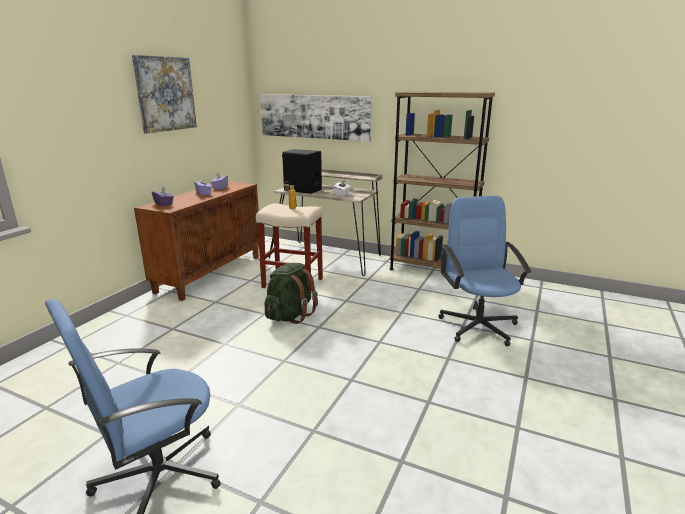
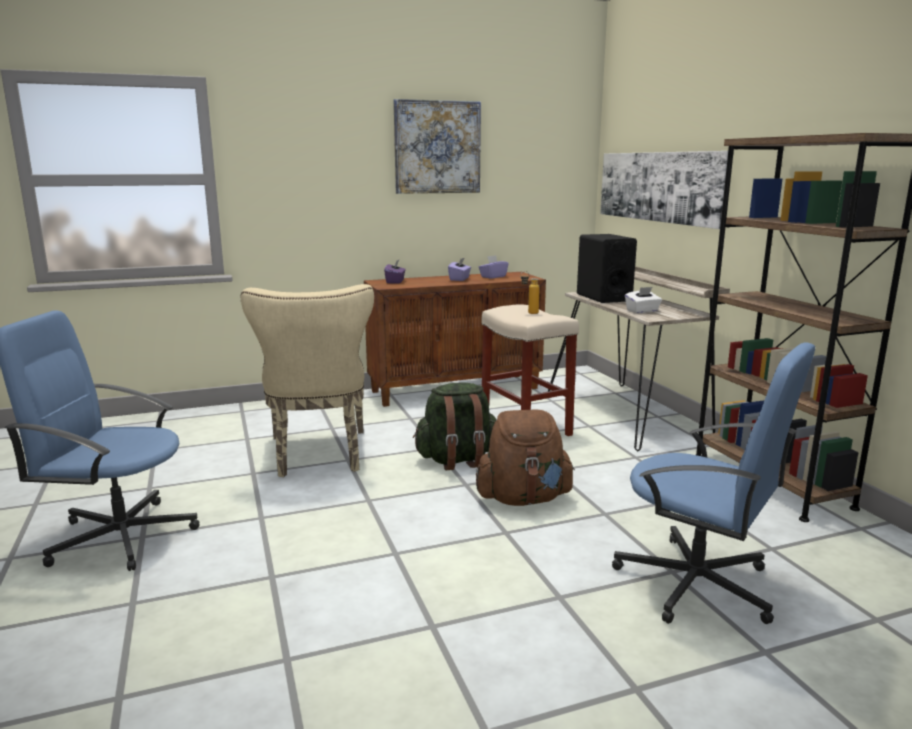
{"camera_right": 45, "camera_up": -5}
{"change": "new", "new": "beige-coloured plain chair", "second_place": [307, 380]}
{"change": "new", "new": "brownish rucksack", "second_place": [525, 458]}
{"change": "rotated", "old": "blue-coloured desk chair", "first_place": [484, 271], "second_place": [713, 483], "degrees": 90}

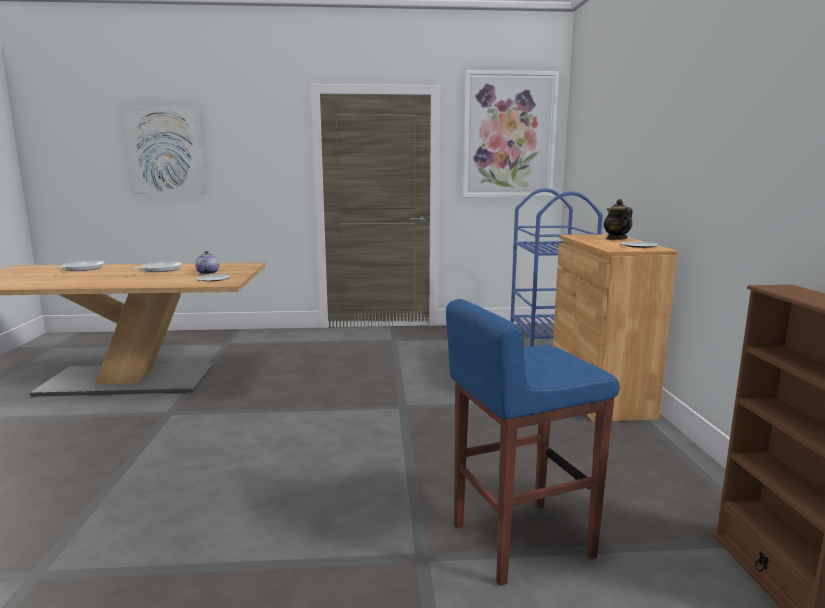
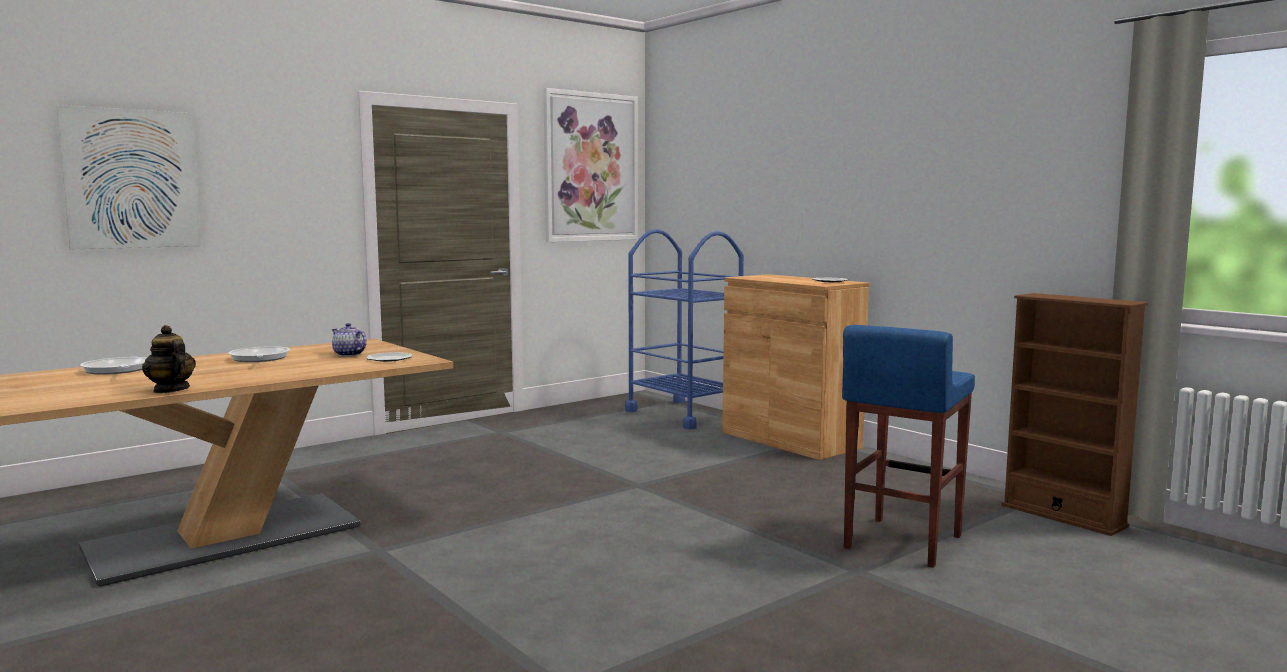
{"camera_right": -35, "camera_up": -5}
{"change": "shifted", "old": "teapot", "first_place": [618, 219], "second_place": [169, 359]}

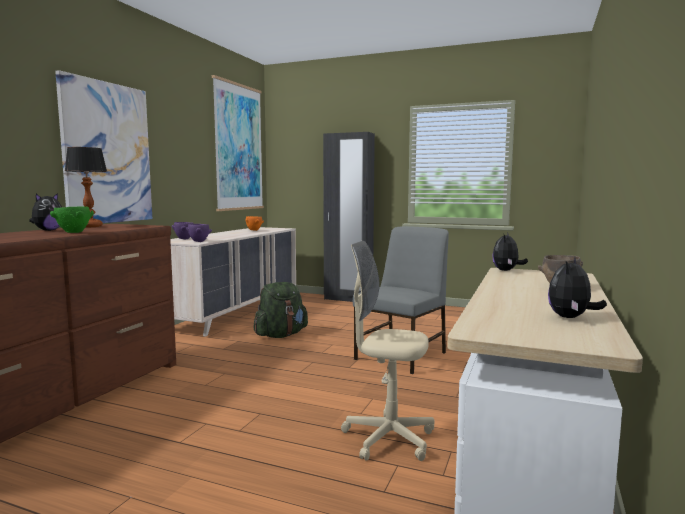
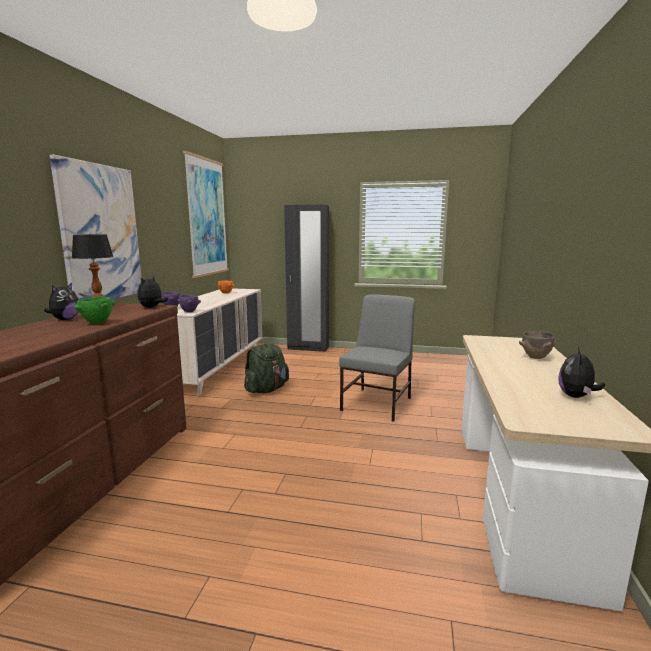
{"camera_right": -10, "camera_up": 5}
{"change": "shifted", "old": "cuddly toy", "first_place": [510, 251], "second_place": [152, 291]}
{"change": "gone", "old": "beige-coloured desk chair", "first_place": [388, 351]}

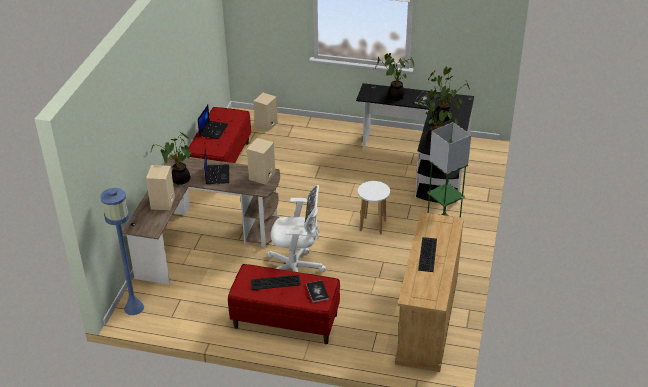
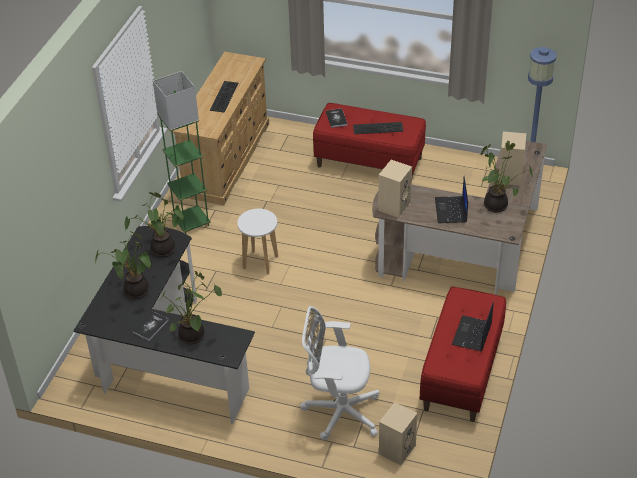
{"camera_right": -175, "camera_up": 5}
{"change": "shifted", "old": "white desk chair", "first_place": [296, 228], "second_place": [340, 373]}

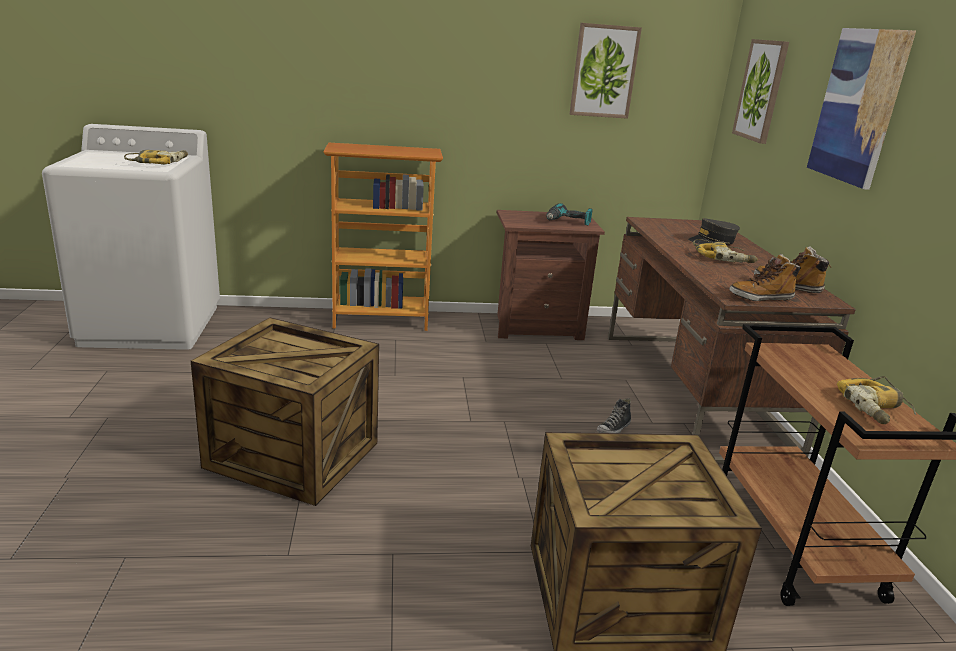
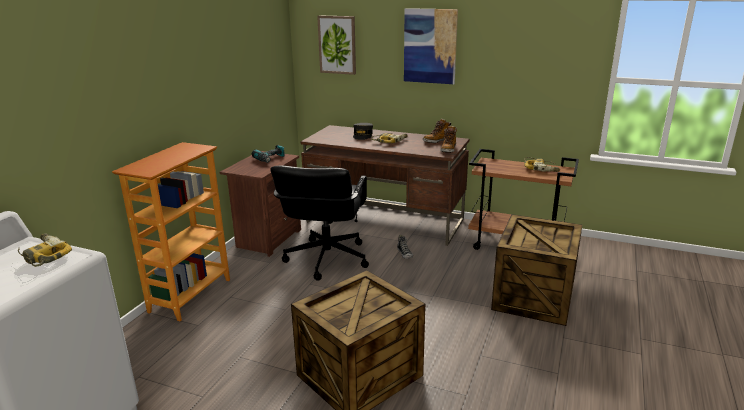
{"camera_right": -60, "camera_up": 0}
{"change": "new", "new": "black desk chair", "second_place": [319, 223]}
{"change": "gone", "old": "picture", "first_place": [606, 71]}

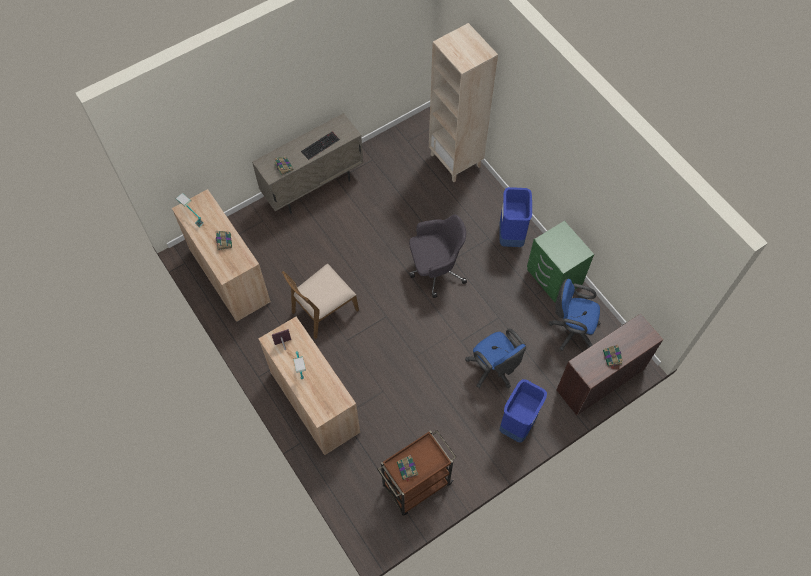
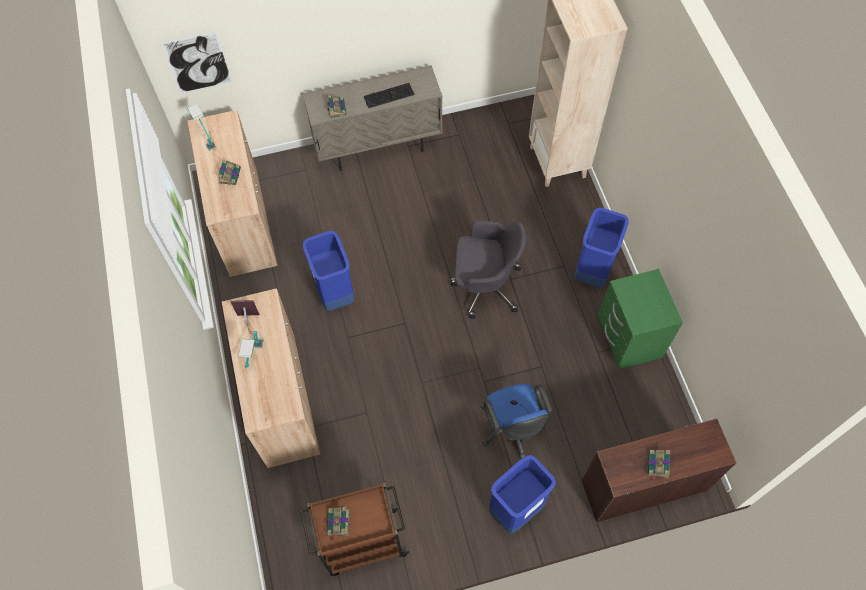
{"camera_right": 20, "camera_up": 0}
{"change": "new", "new": "picture", "second_place": [196, 62]}
{"change": "swapped", "old": "brownish plain chair", "new": "blue-coloured trash can", "first_place": [320, 301], "second_place": [329, 271]}
{"change": "gone", "old": "blue-coloured desk chair", "first_place": [575, 315]}

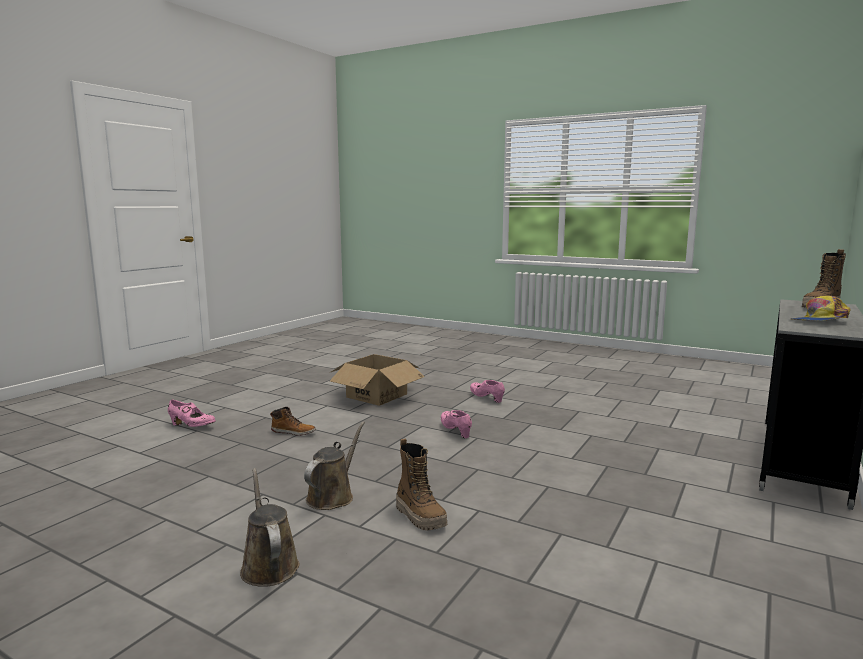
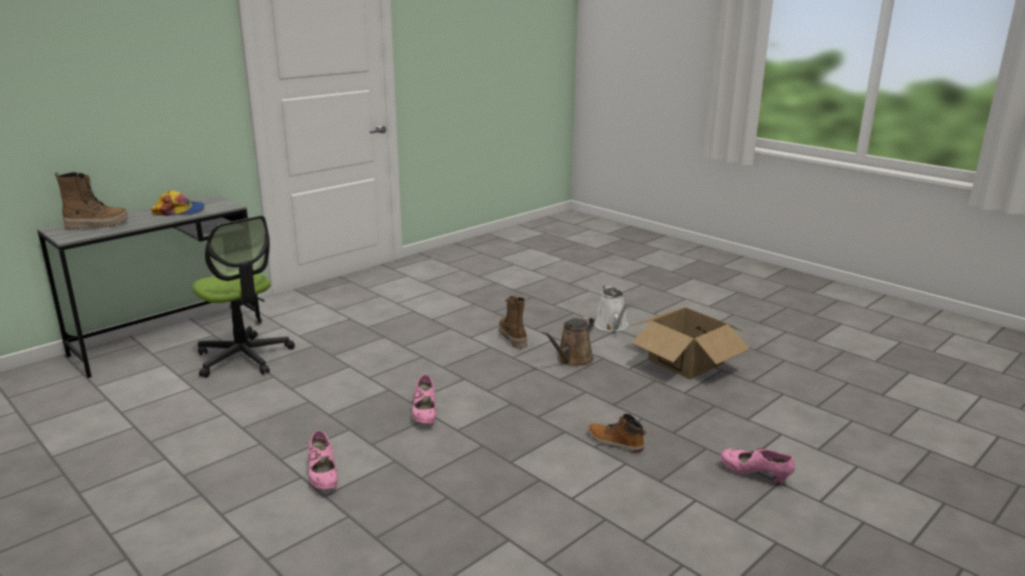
{"camera_right": -165, "camera_up": 10}
{"change": "new", "new": "desk chair", "second_place": [243, 297]}
{"change": "repainted", "old": "brownish watering can", "new": "white watering can", "first_place": [269, 527], "second_place": [611, 308]}
{"change": "shifted", "old": "carton", "first_place": [377, 380], "second_place": [691, 343]}

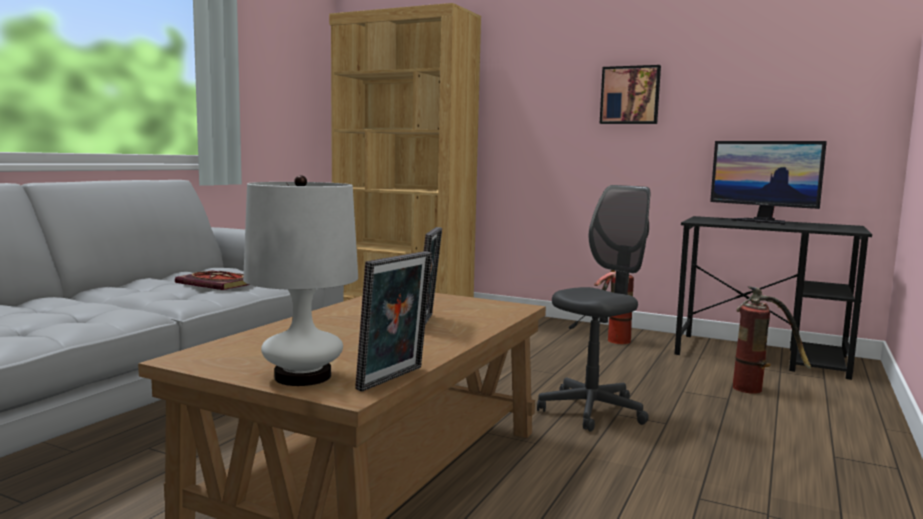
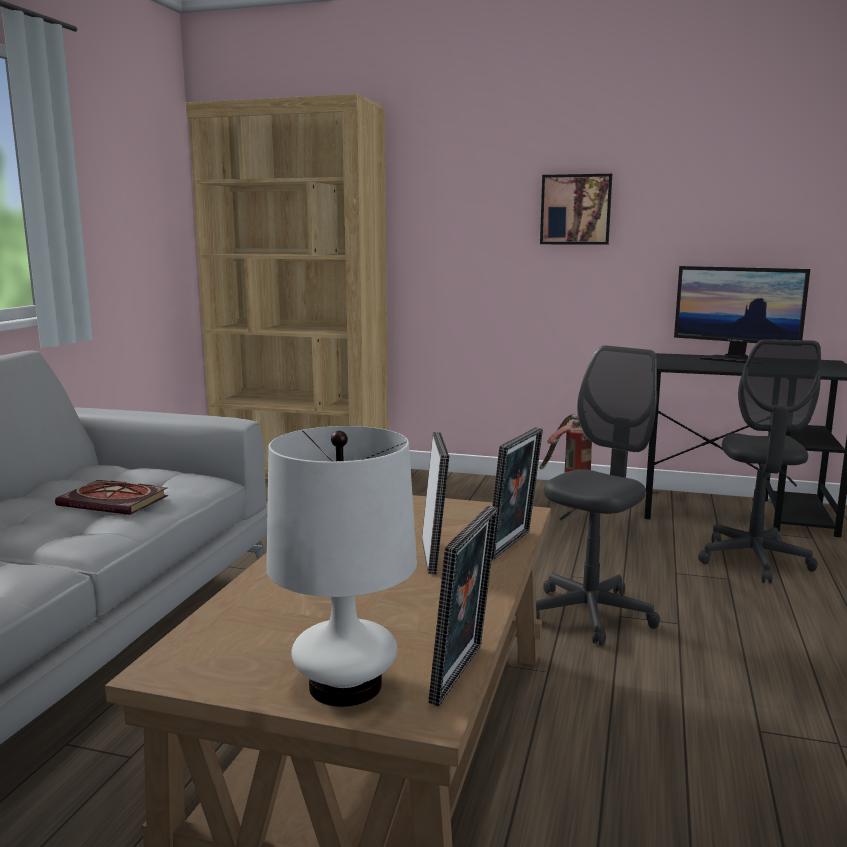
{"camera_right": -10, "camera_up": 5}
{"change": "new", "new": "picture frame", "second_place": [517, 493]}
{"change": "swapped", "old": "extinguisher", "new": "grey desk chair", "first_place": [772, 340], "second_place": [759, 461]}

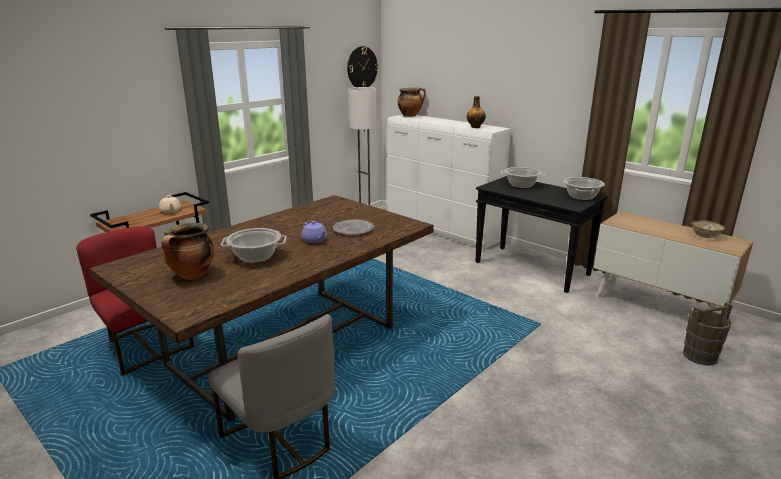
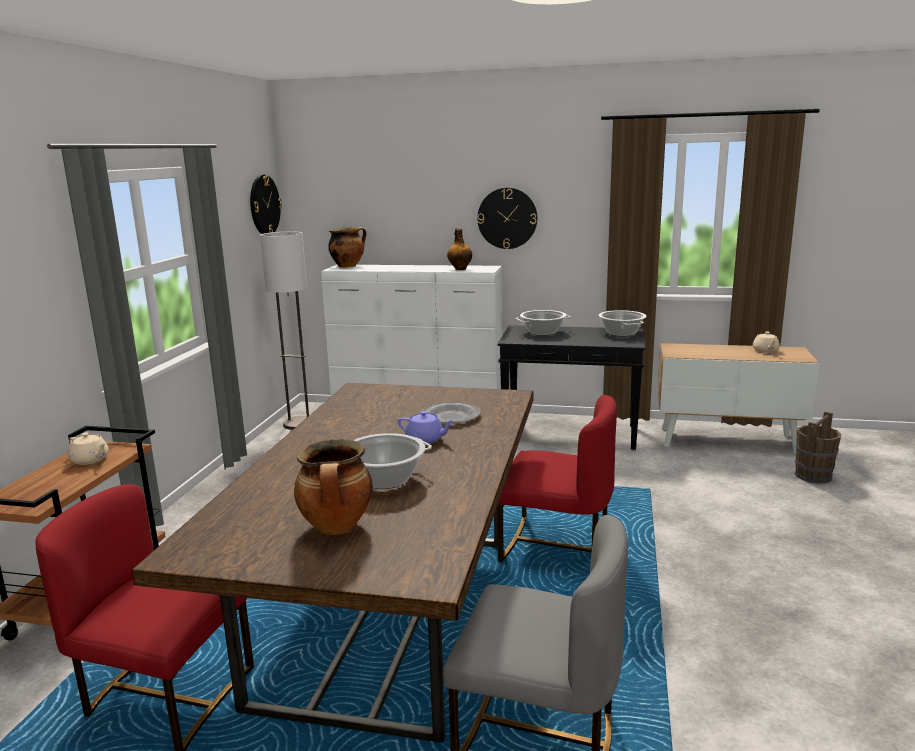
{"camera_right": -30, "camera_up": -5}
{"change": "new", "new": "wall clock", "second_place": [507, 218]}
{"change": "new", "new": "red plain chair", "second_place": [557, 478]}
{"change": "swapped", "old": "bowl", "new": "beige-coloured teapot", "first_place": [708, 229], "second_place": [766, 342]}

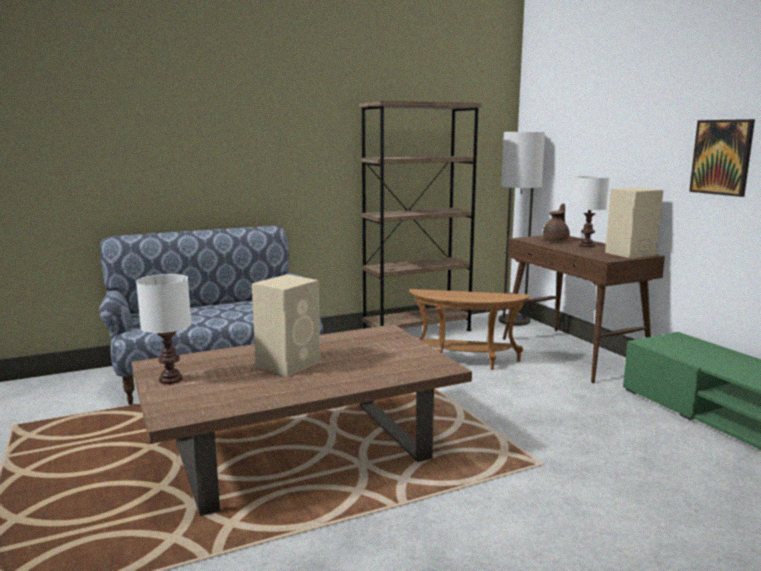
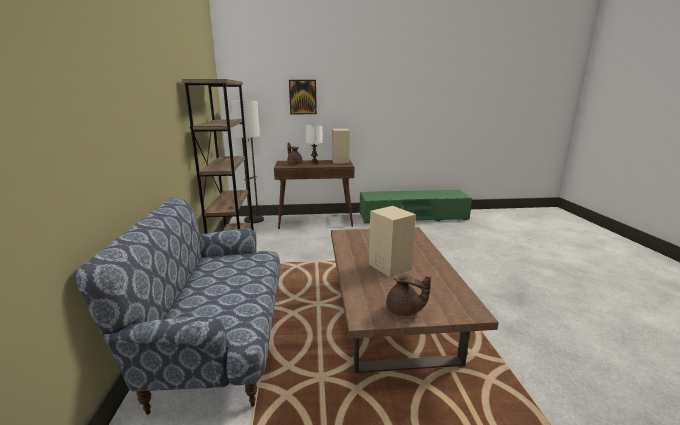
{"camera_right": -70, "camera_up": 5}
{"change": "shifted", "old": "picture", "first_place": [722, 158], "second_place": [303, 97]}
{"change": "swapped", "old": "white table lamp", "new": "brownish teapot", "first_place": [163, 329], "second_place": [408, 295]}
{"change": "gone", "old": "brownish side table", "first_place": [469, 329]}

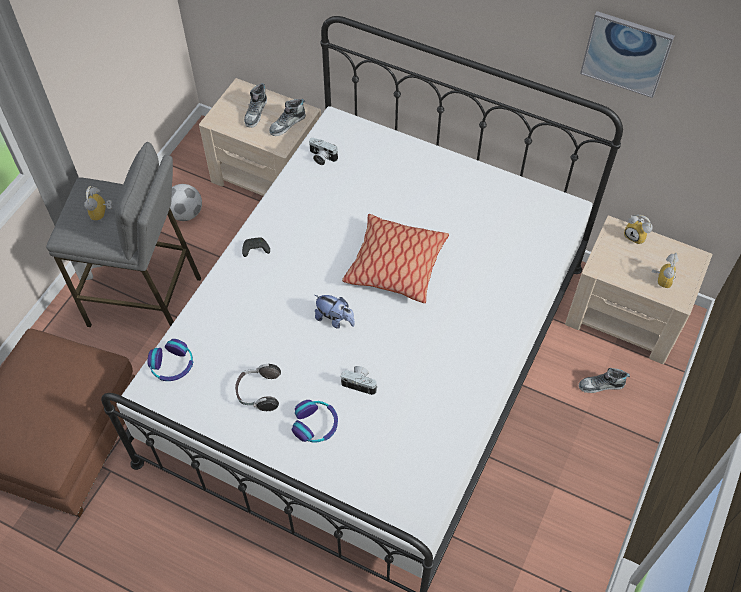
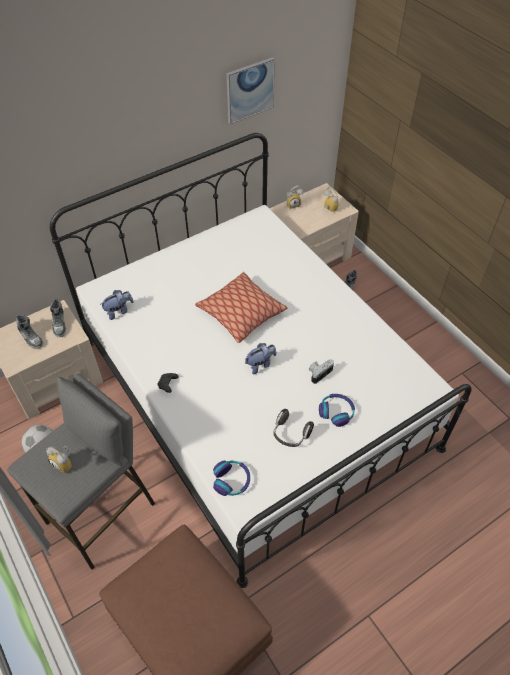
{"camera_right": -60, "camera_up": -5}
{"change": "swapped", "old": "photo camera", "new": "cuddly toy", "first_place": [323, 151], "second_place": [117, 305]}

